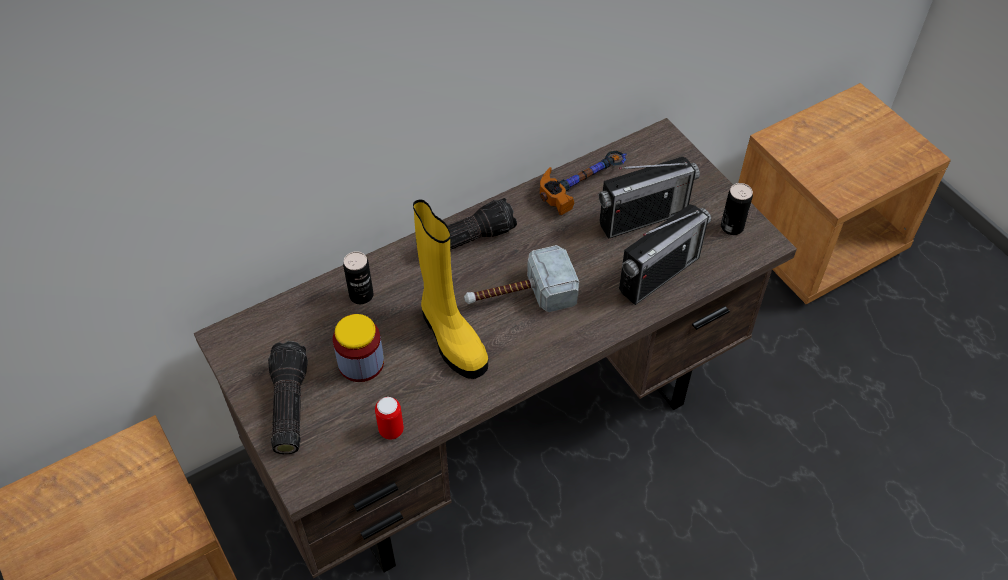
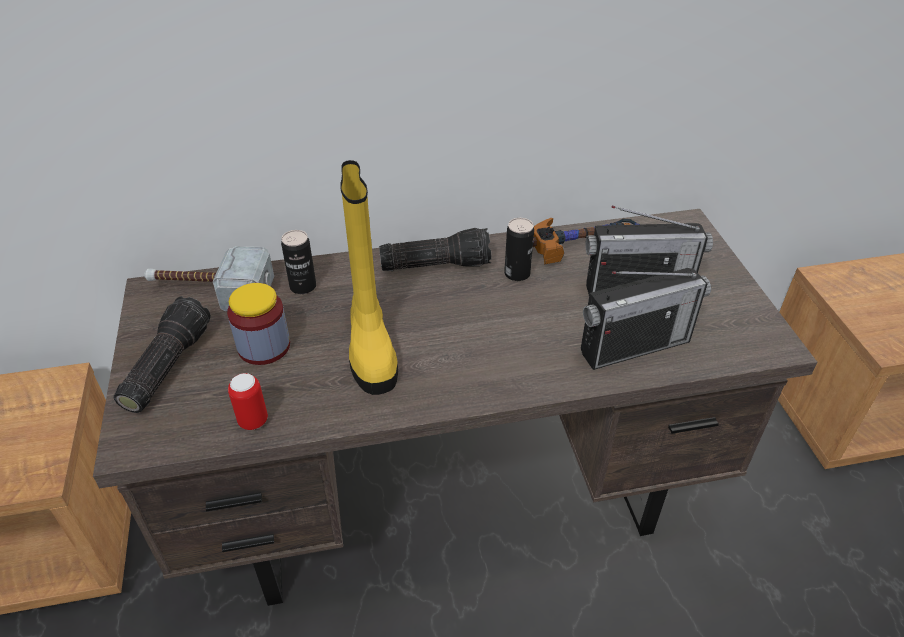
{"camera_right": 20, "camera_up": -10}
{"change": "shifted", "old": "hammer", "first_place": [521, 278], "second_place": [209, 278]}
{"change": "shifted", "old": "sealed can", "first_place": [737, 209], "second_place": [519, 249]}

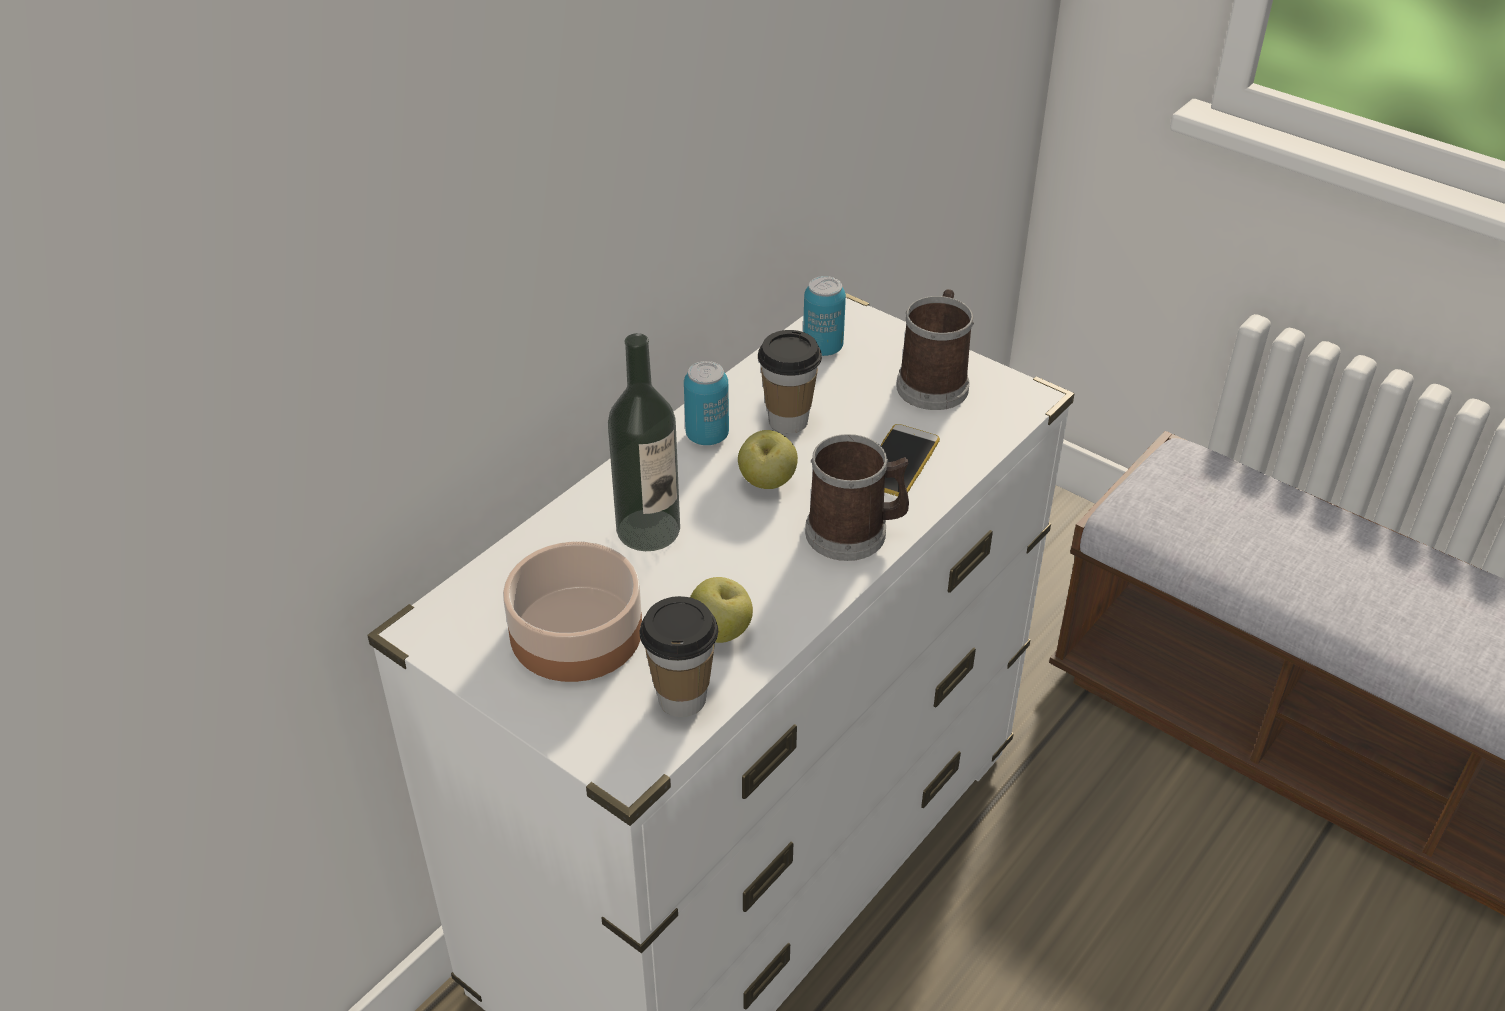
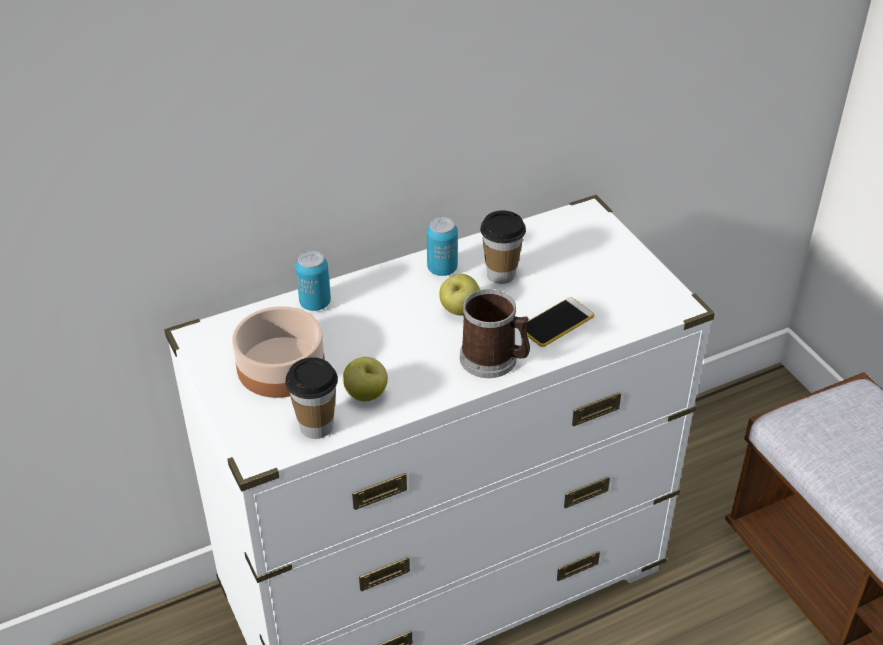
{"camera_right": 25, "camera_up": 0}
{"change": "shifted", "old": "sealed can", "first_place": [824, 316], "second_place": [313, 281]}
{"change": "gone", "old": "drink bottle", "first_place": [644, 442]}
{"change": "gone", "old": "mug", "first_place": [935, 349]}

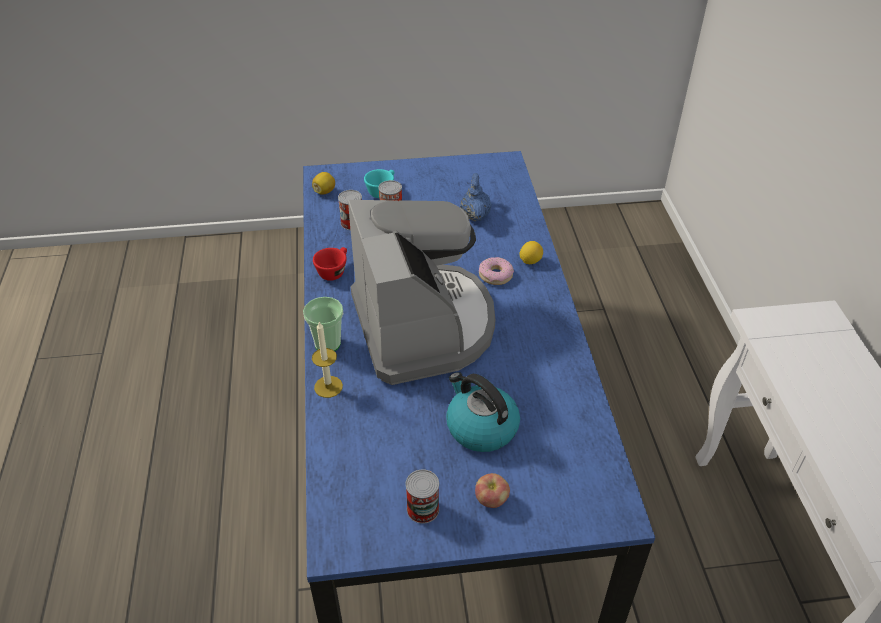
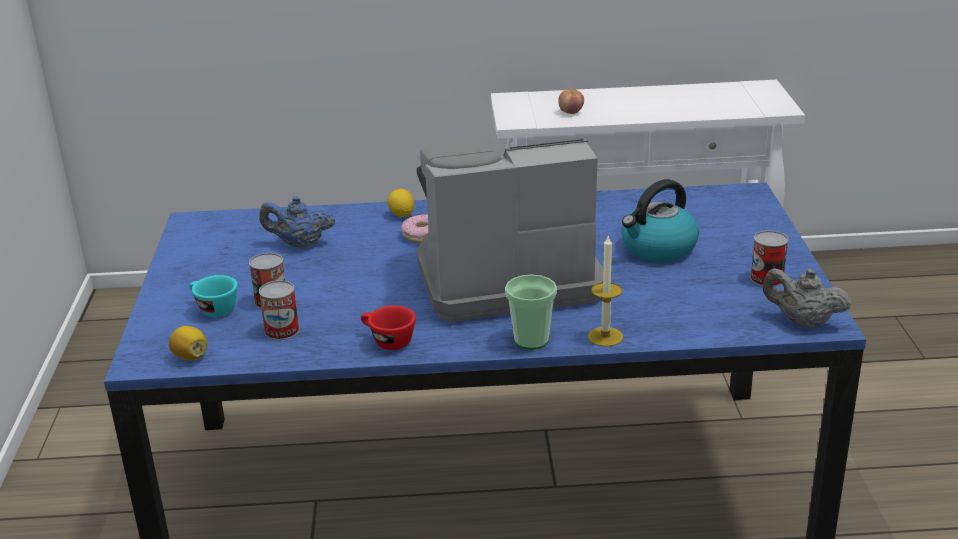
{"camera_right": -85, "camera_up": -15}
{"change": "shifted", "old": "whole apple", "first_place": [492, 490], "second_place": [571, 101]}
{"change": "new", "new": "grey teapot", "second_place": [807, 298]}

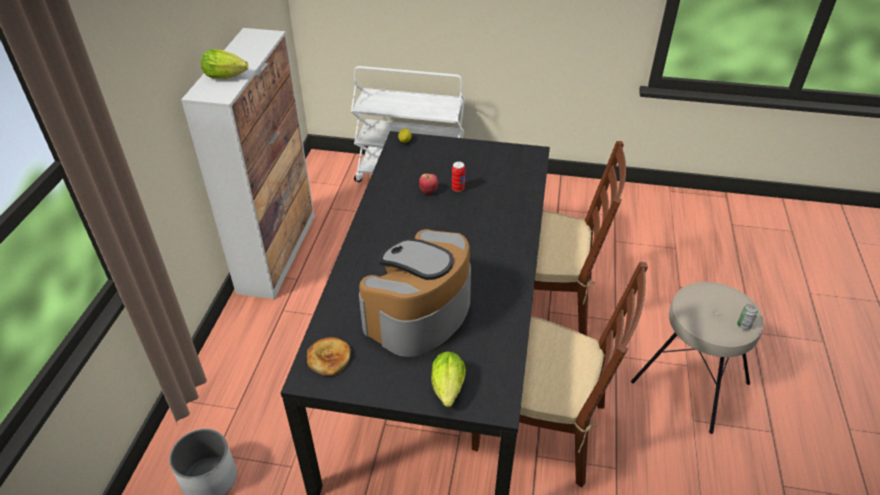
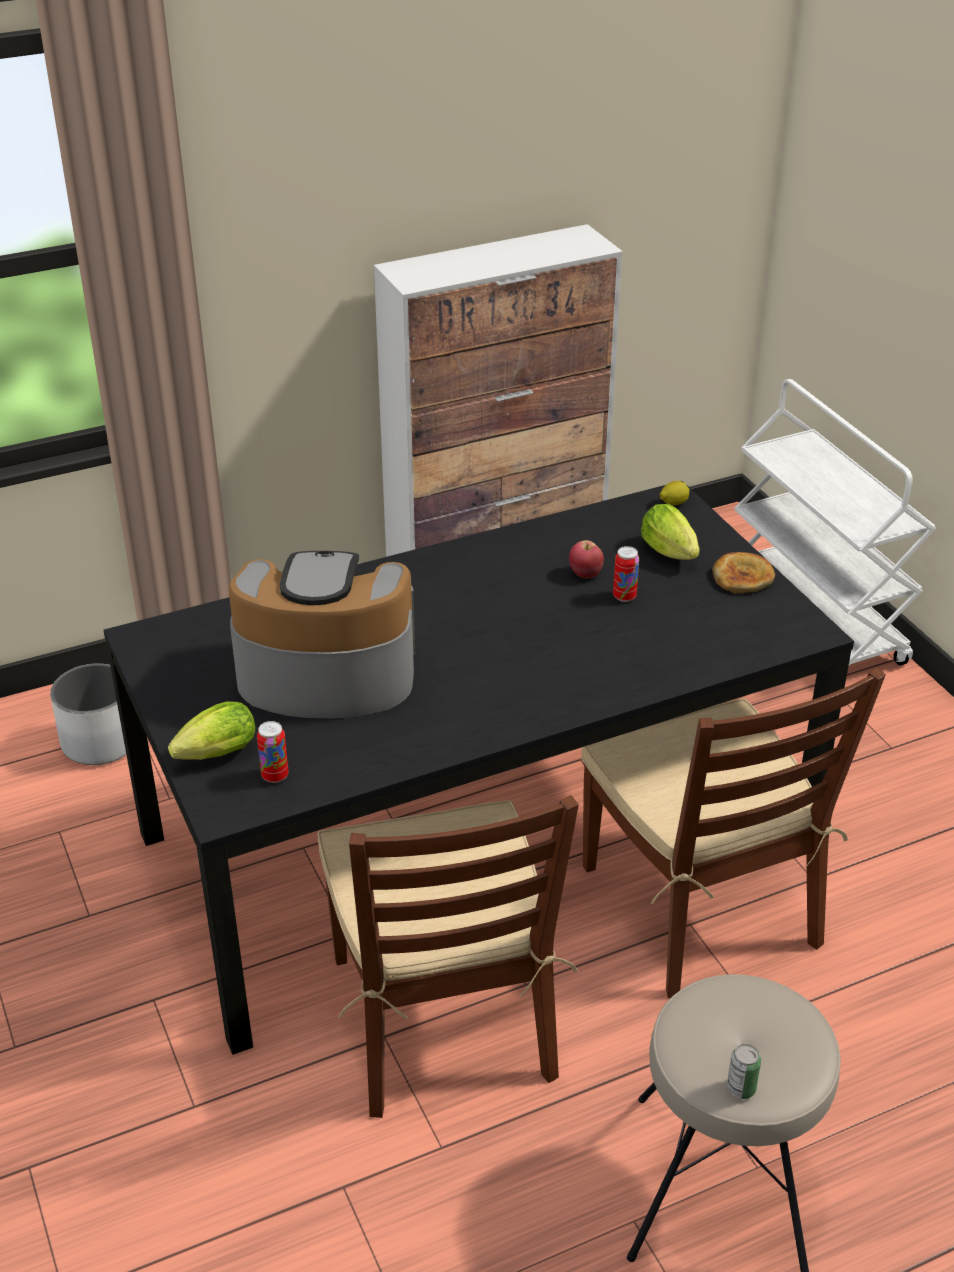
{"camera_right": 55, "camera_up": -5}
{"change": "new", "new": "sealed can", "second_place": [272, 752]}
{"change": "shifted", "old": "head of lettuce", "first_place": [224, 64], "second_place": [670, 532]}
{"change": "shifted", "old": "baked bread", "first_place": [329, 356], "second_place": [743, 572]}

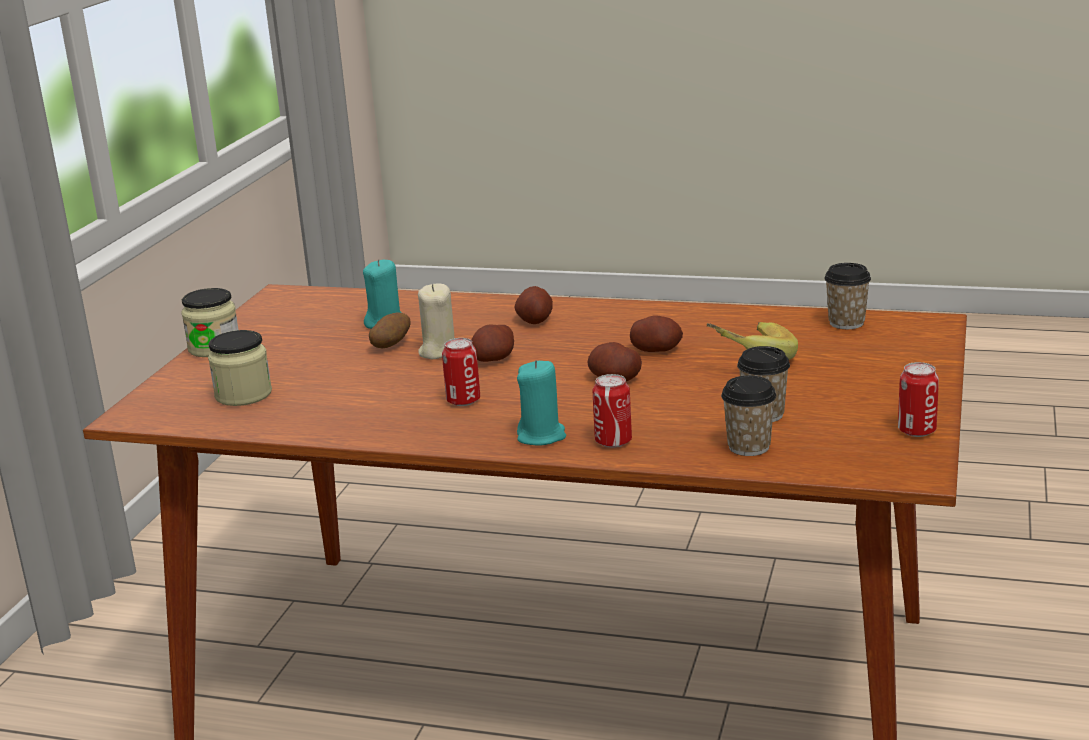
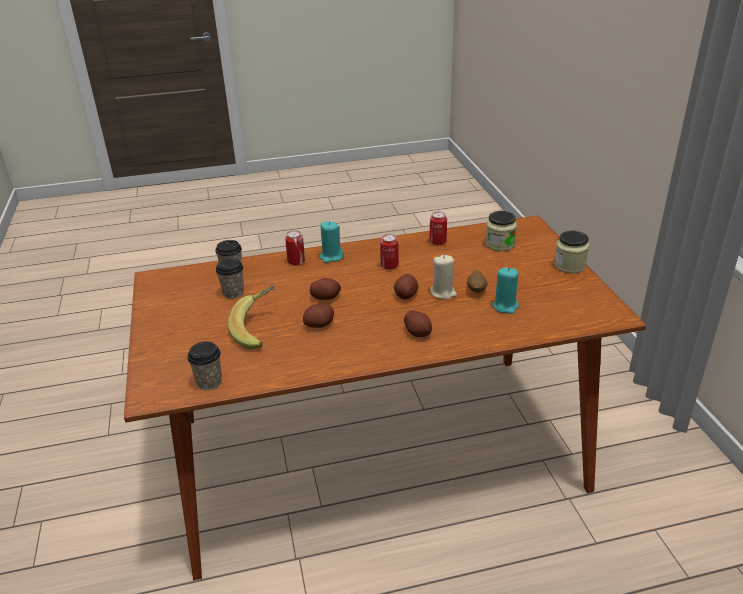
{"camera_right": 150, "camera_up": 10}
{"change": "shifted", "old": "sealed can", "first_place": [918, 399], "second_place": [438, 228]}

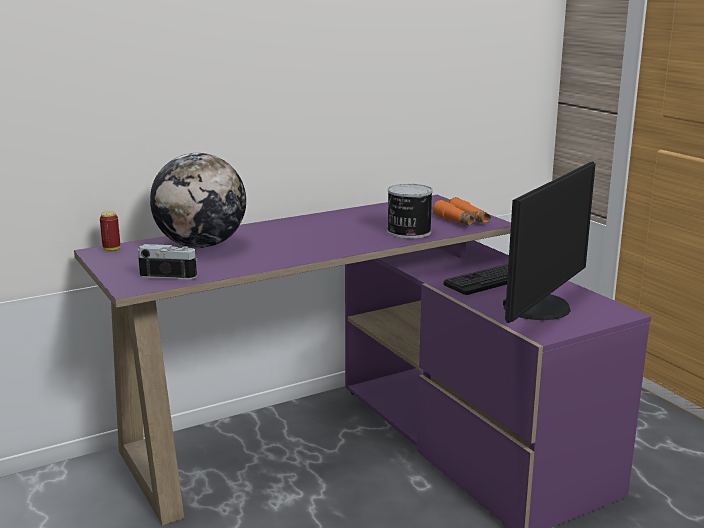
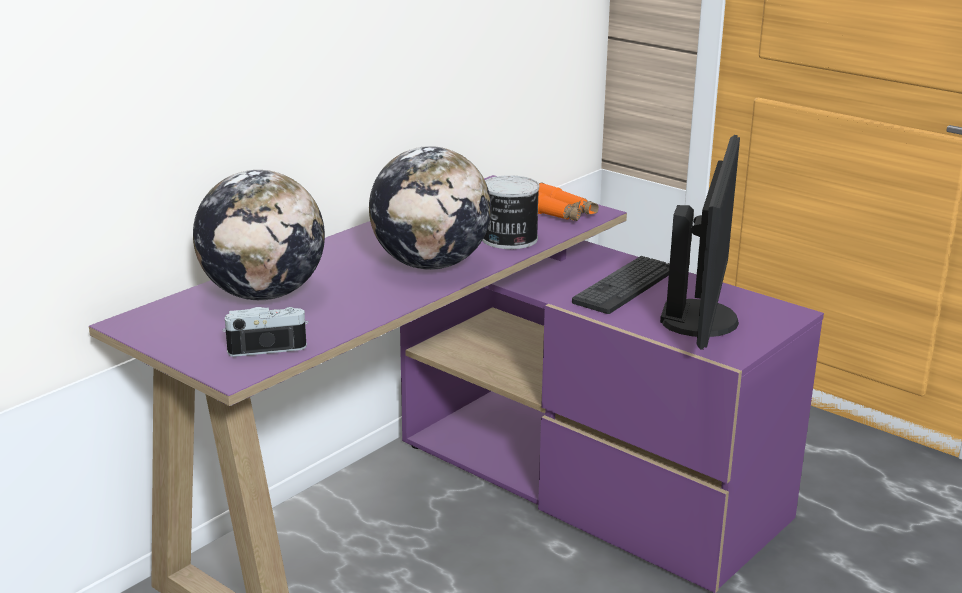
{"camera_right": -20, "camera_up": 5}
{"change": "new", "new": "world globe", "second_place": [430, 208]}
{"change": "gone", "old": "sealed can", "first_place": [110, 231]}

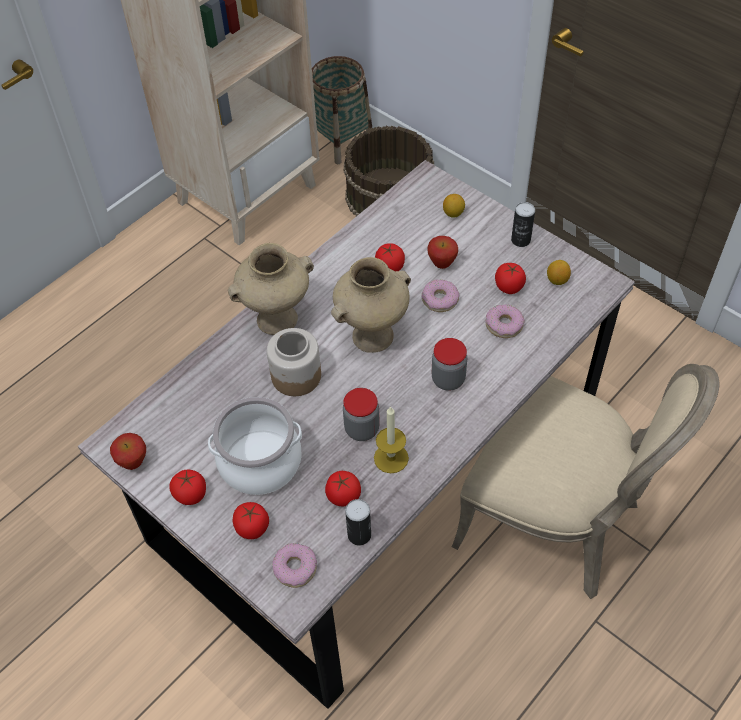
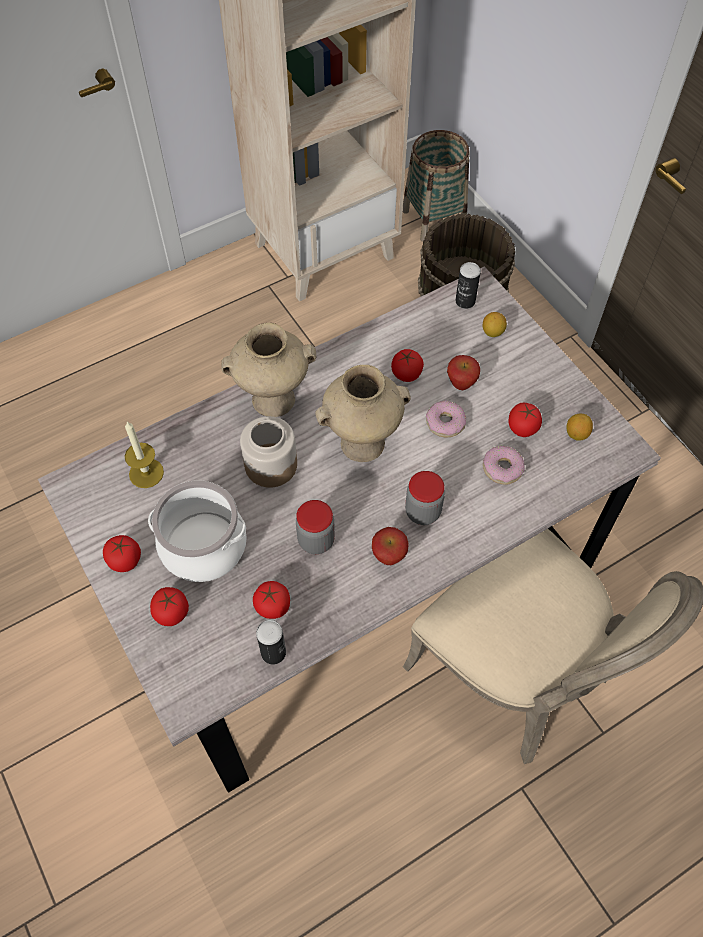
{"camera_right": 15, "camera_up": 5}
{"change": "shifted", "old": "wax candle", "first_place": [391, 439], "second_place": [144, 455]}
{"change": "shifted", "old": "whole apple", "first_place": [128, 451], "second_place": [390, 546]}
{"change": "shifted", "old": "sealed can", "first_place": [523, 224], "second_place": [468, 285]}
{"change": "gone", "old": "doughnut", "first_place": [294, 565]}

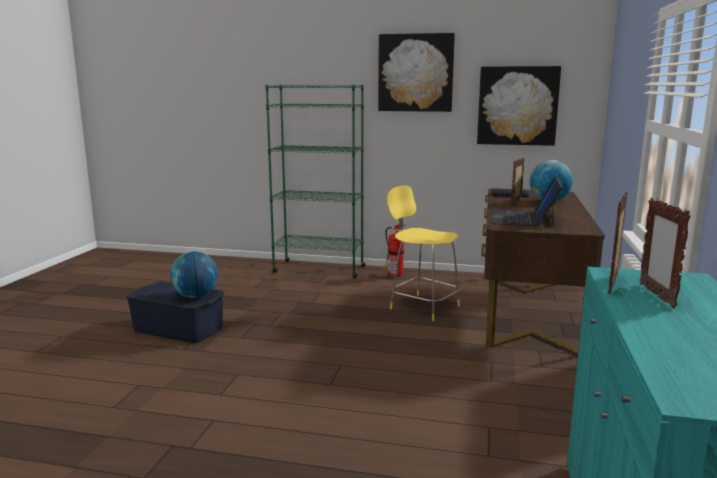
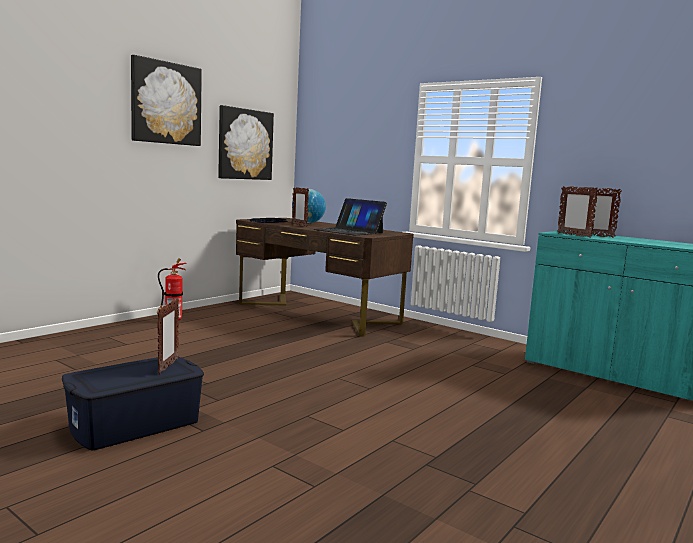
{"camera_right": -65, "camera_up": -5}
{"change": "swapped", "old": "world globe", "new": "picture frame", "first_place": [194, 274], "second_place": [168, 336]}
{"change": "gone", "old": "green-coloured bookcase", "first_place": [315, 182]}
{"change": "gone", "old": "yellow-coloured stool", "first_place": [423, 253]}

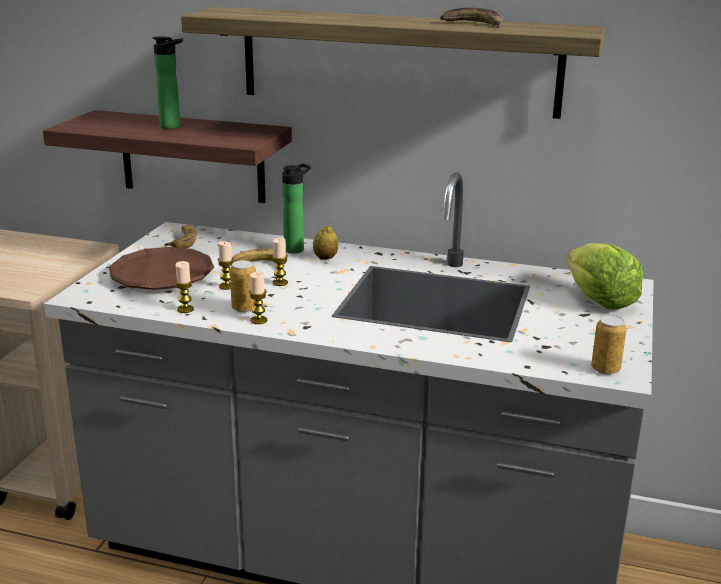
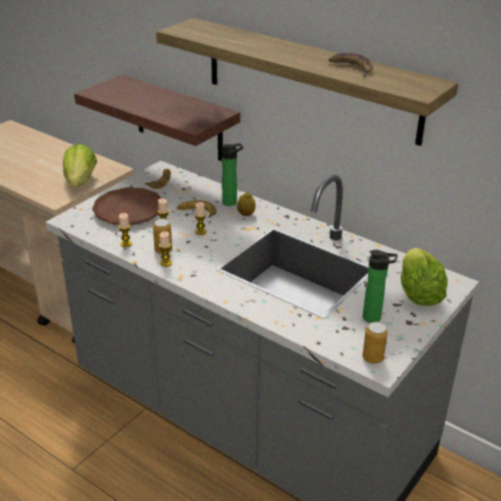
{"camera_right": 20, "camera_up": 10}
{"change": "new", "new": "head of lettuce", "second_place": [80, 165]}
{"change": "shifted", "old": "drink bottle", "first_place": [167, 82], "second_place": [380, 286]}

